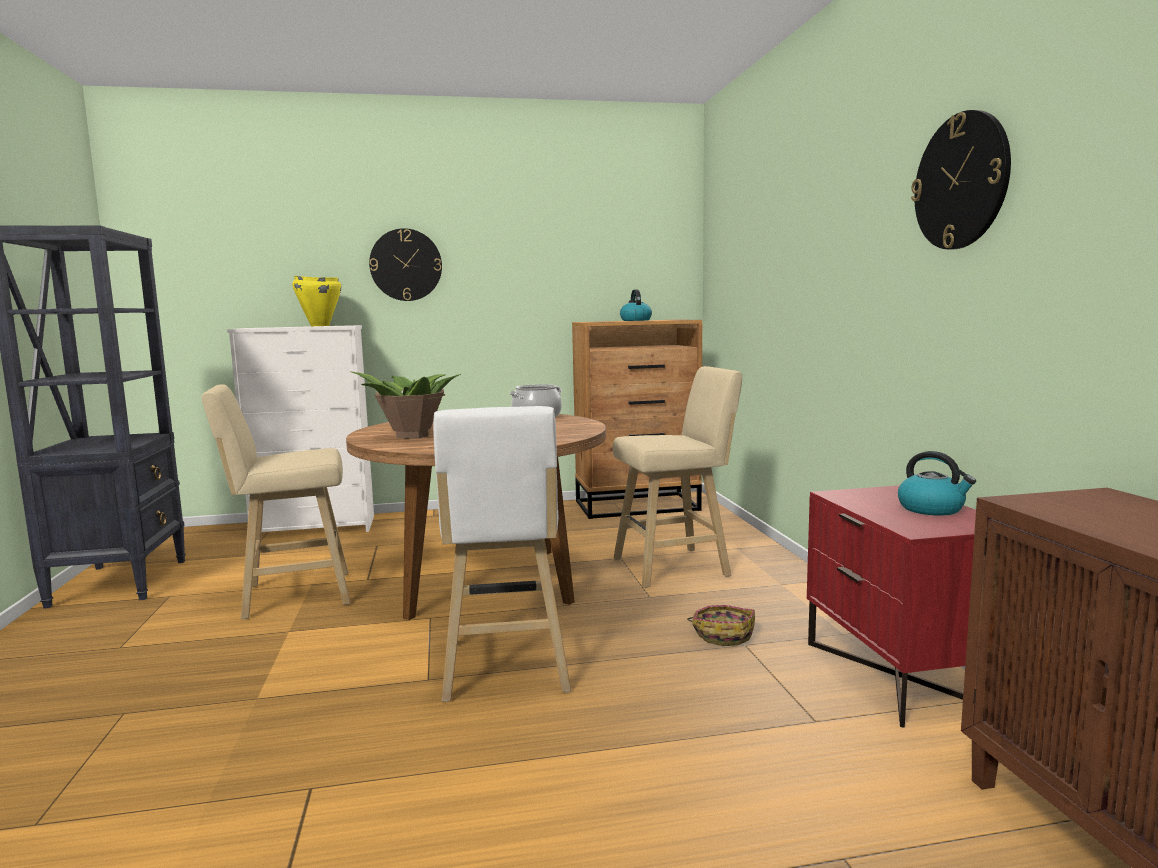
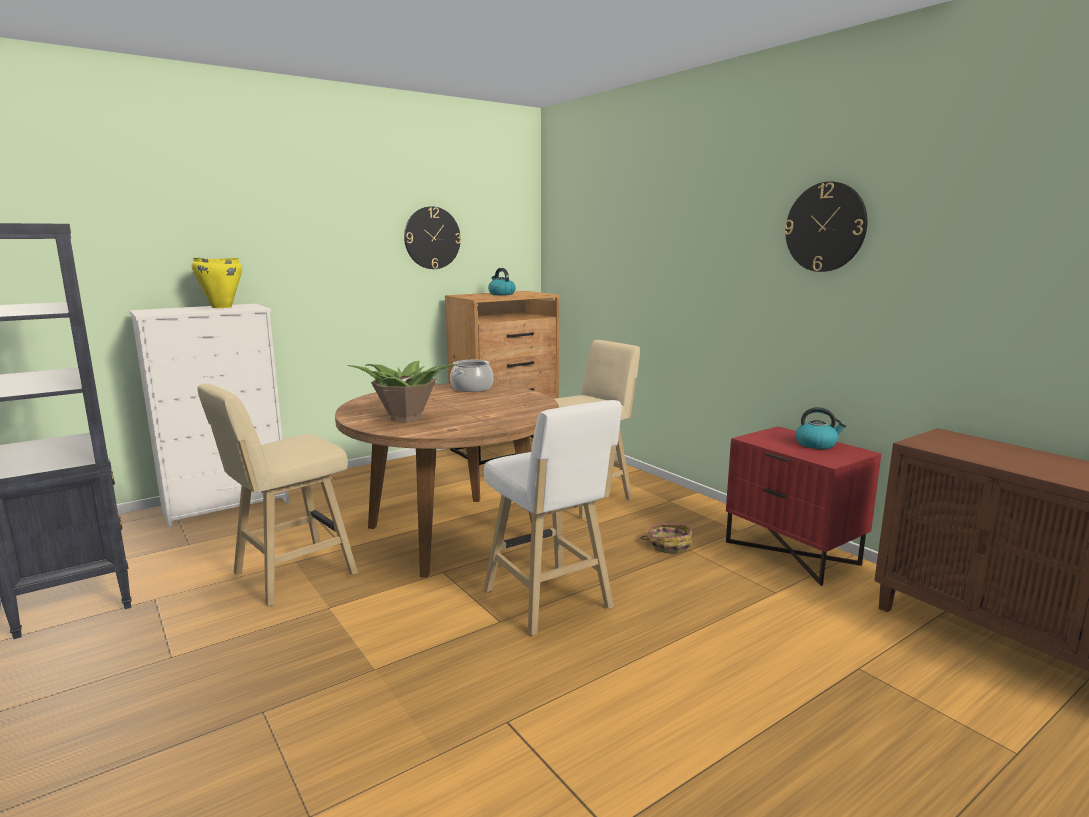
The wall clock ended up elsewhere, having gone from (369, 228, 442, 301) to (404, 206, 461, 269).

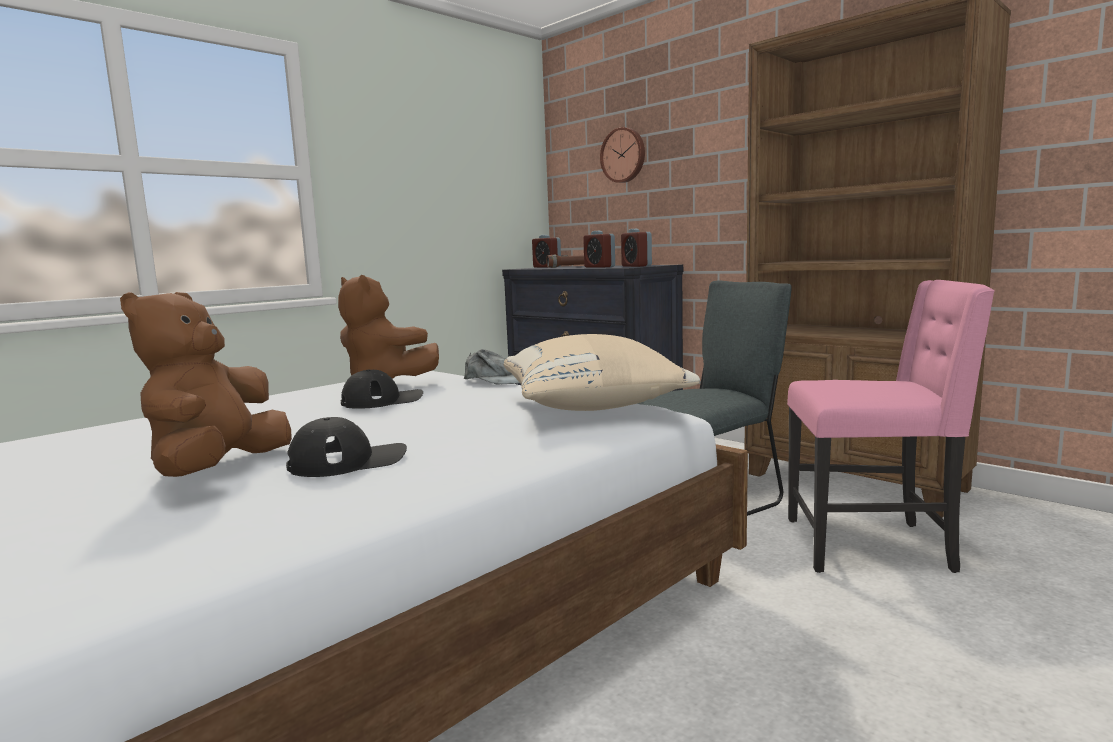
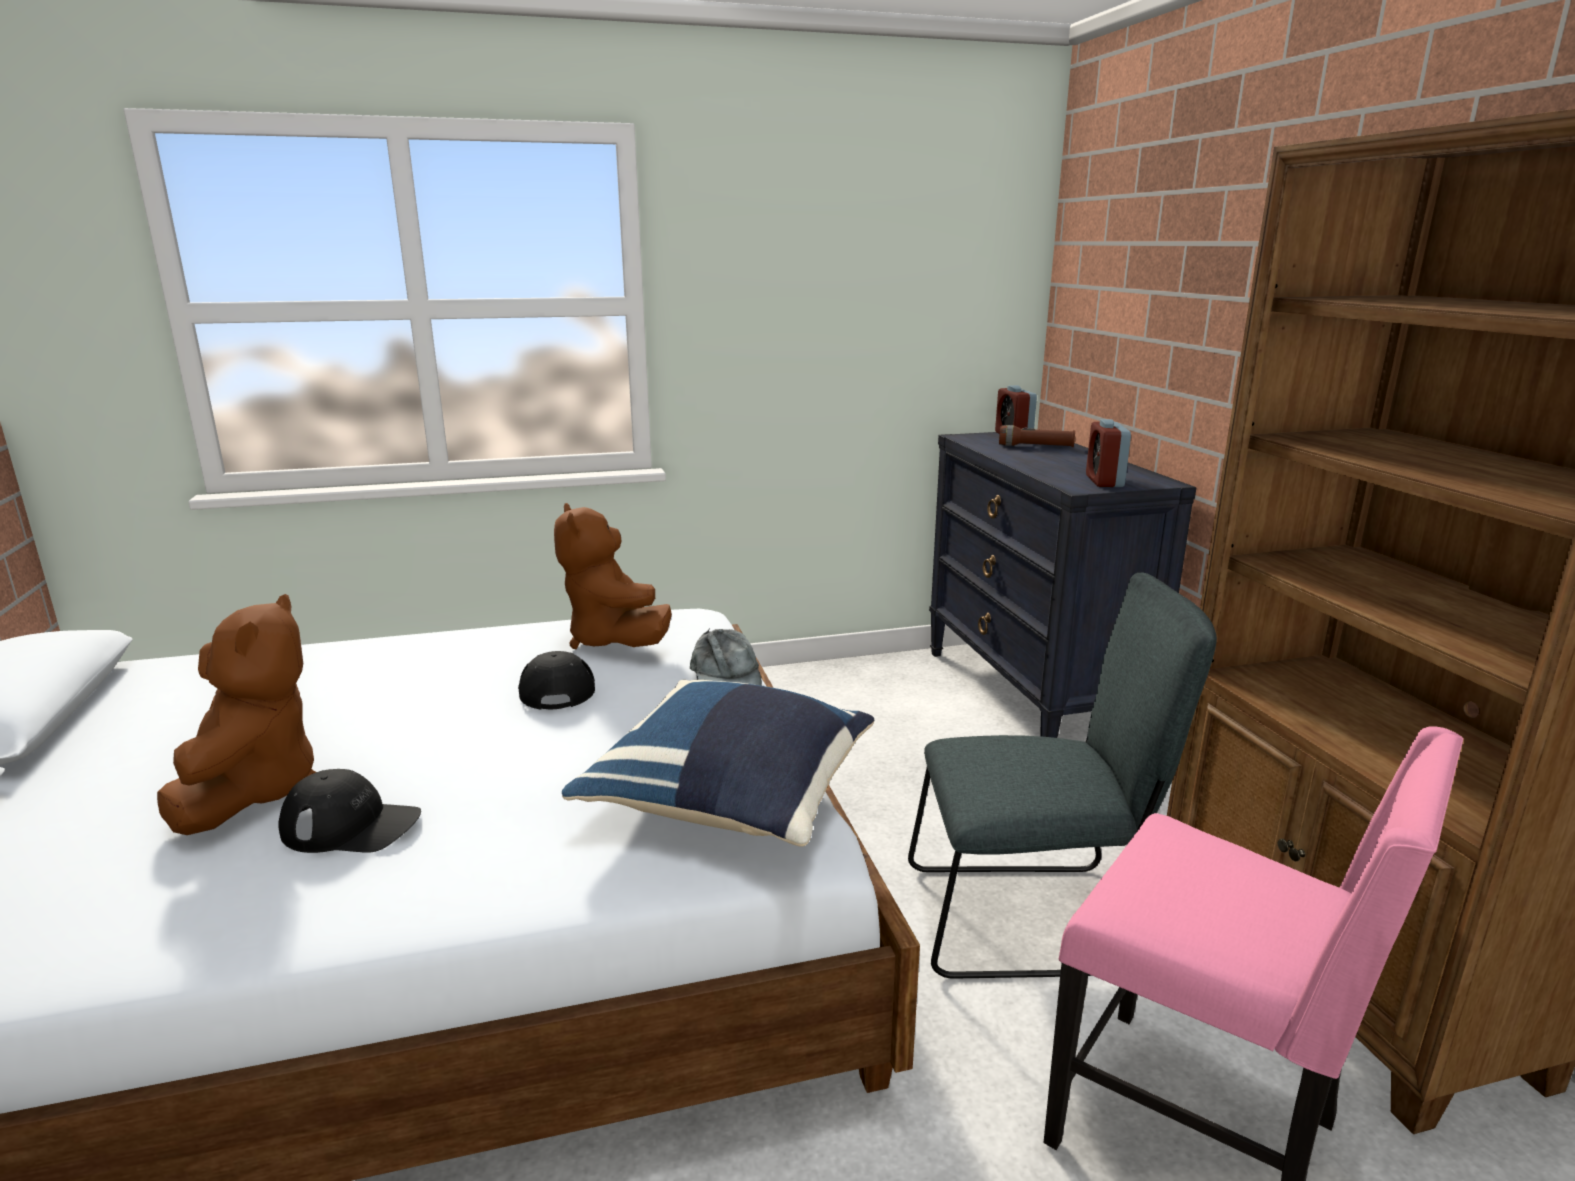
The second view lost the alarm clock at (583, 231, 615, 268).
The second view lost the wall clock at (600, 127, 645, 183).
What was the beige pillow at (504, 334, 700, 411) turned into the blue pillow at (562, 680, 874, 847).
The brown plush toy at (120, 292, 292, 477) ended up facing another way, 135 degrees clockwise from before.
The black cap at (341, 369, 423, 409) ended up facing another way, 105 degrees counterclockwise from before.

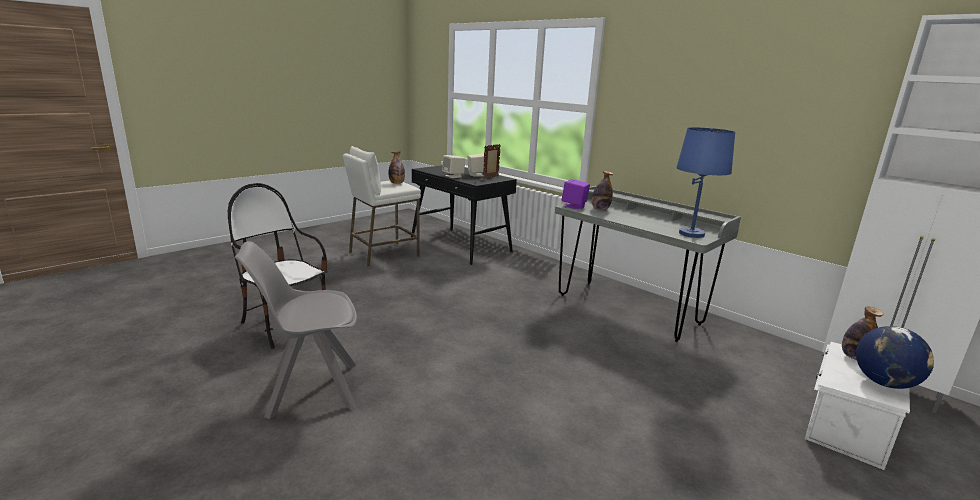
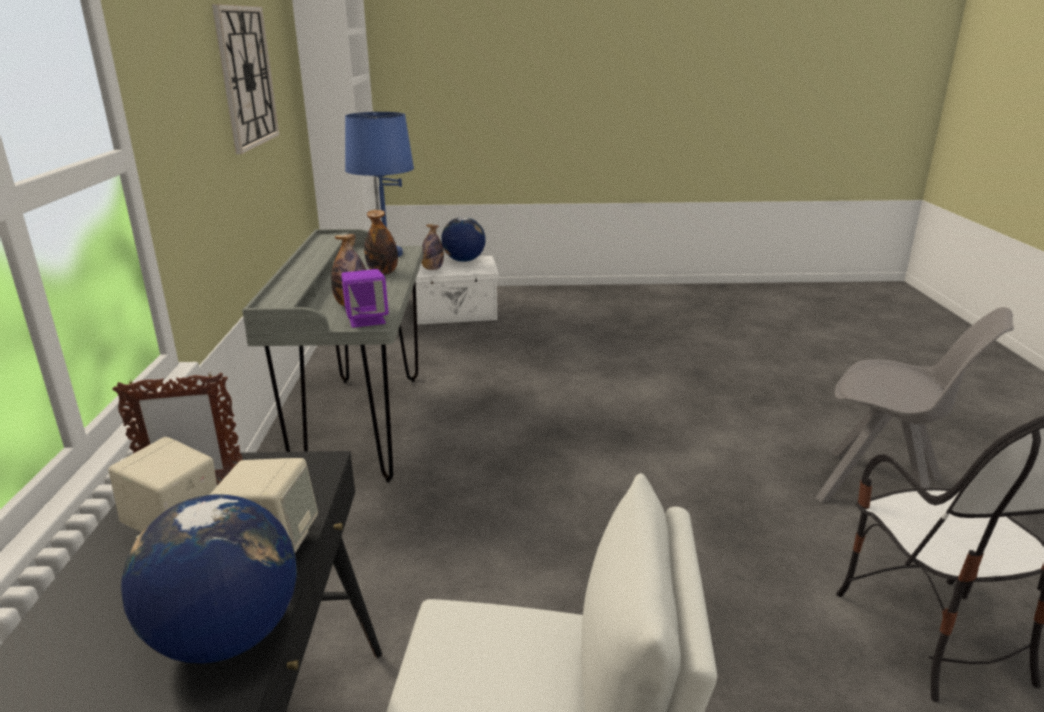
The second view gained the globe at (121, 494, 297, 663).
The second view gained the wall clock at (212, 4, 279, 154).
The bottle ended up elsewhere, having gone from (389, 152, 405, 184) to (364, 210, 398, 275).

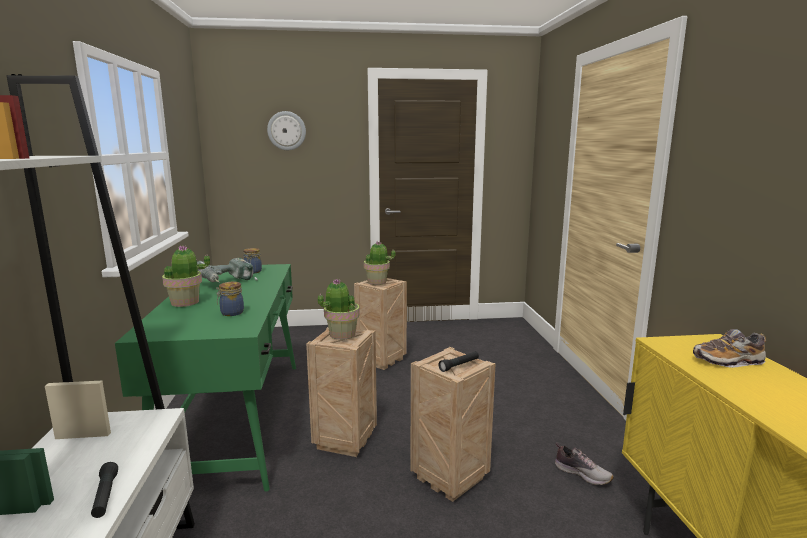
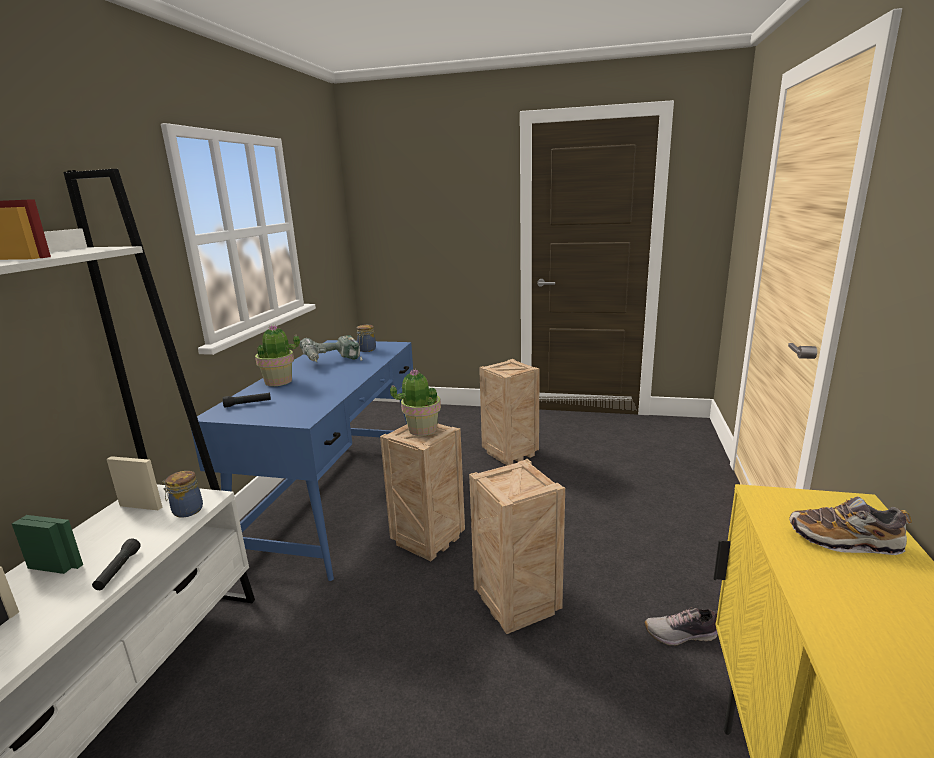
The second view lost the wall clock at (267, 111, 306, 150).
The second view lost the potted plant at (364, 241, 396, 285).
The jar ended up elsewhere, having gone from (216, 282, 244, 316) to (163, 471, 203, 518).
The black flashlight ended up elsewhere, having gone from (438, 351, 479, 372) to (223, 393, 271, 408).
What was the green desk at (115, 264, 296, 491) turned into the blue desk at (191, 340, 413, 581).
The shoe at (555, 443, 614, 485) ended up facing another way, 120 degrees clockwise from before.

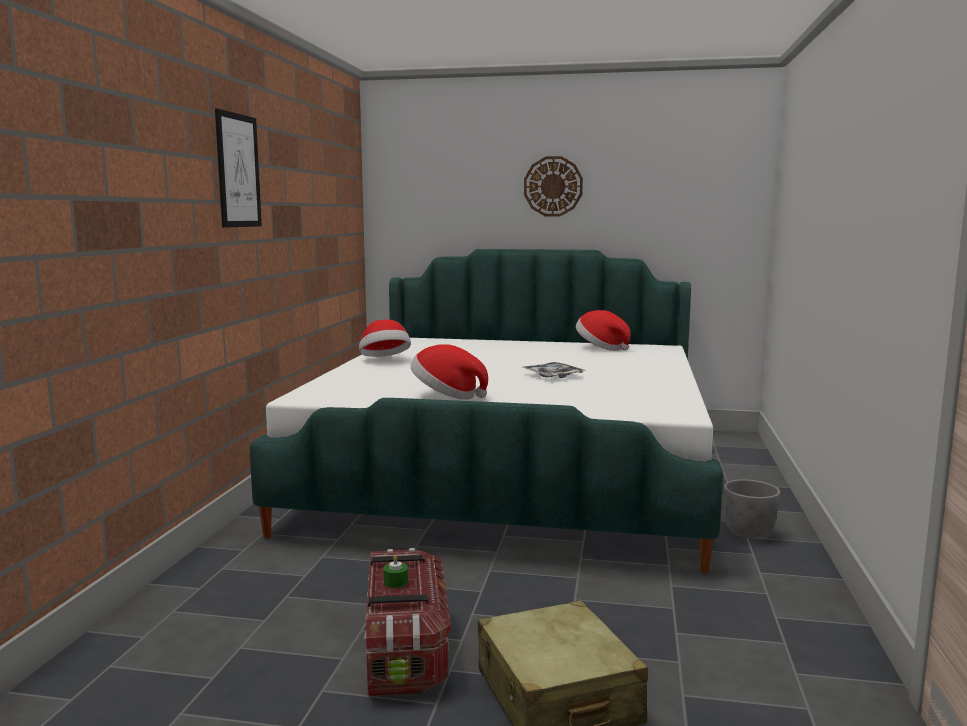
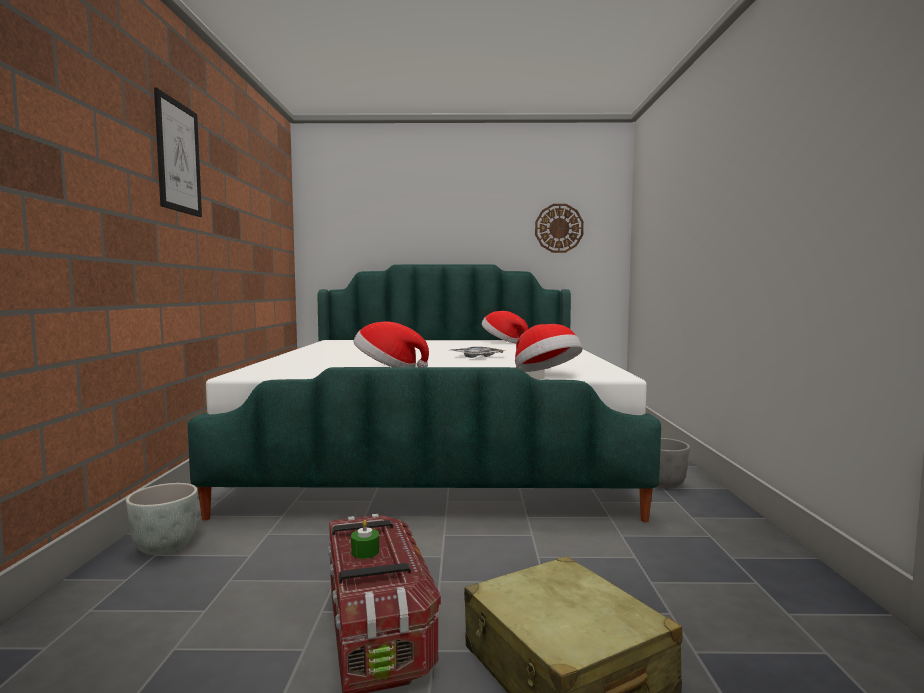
The second view gained the grey planter at (126, 483, 197, 555).
The hat ended up elsewhere, having gone from (359, 320, 411, 357) to (515, 324, 583, 372).
The wall clock ended up elsewhere, having gone from (524, 156, 583, 216) to (535, 204, 584, 253).

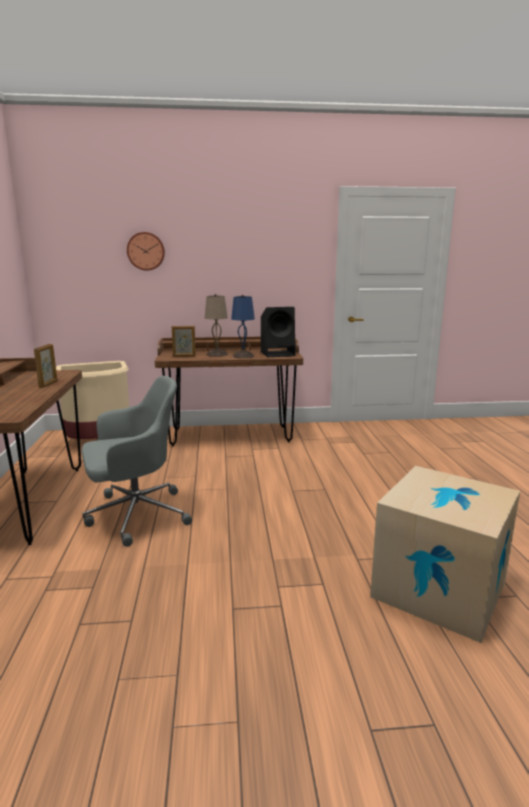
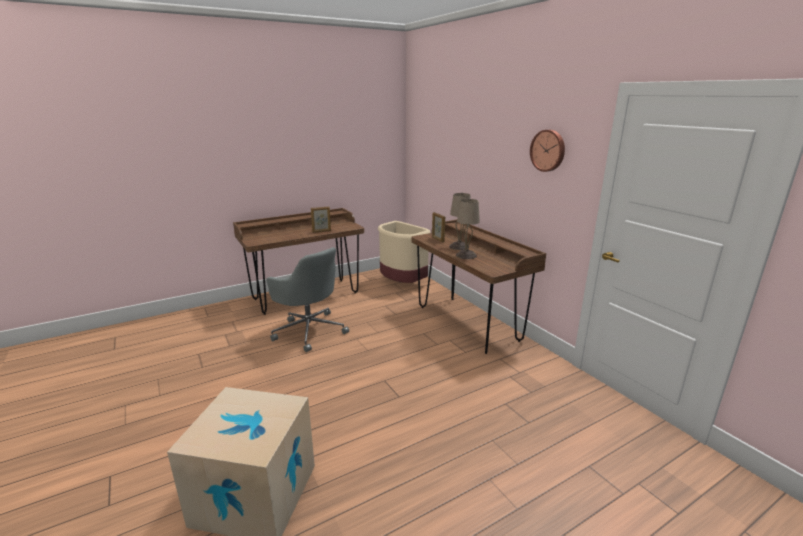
The second view lost the black speaker at (261, 307, 296, 357).
The wall clock ended up elsewhere, having gone from (127, 232, 165, 271) to (530, 130, 565, 172).
What was the blue table lamp at (231, 295, 255, 358) turned into the beige table lamp at (456, 199, 480, 259).

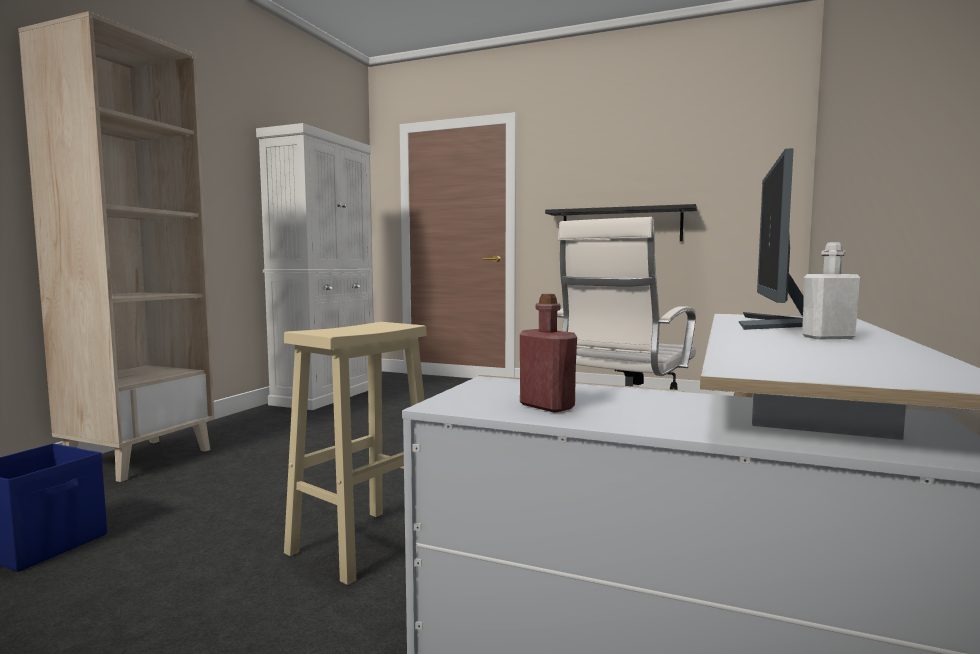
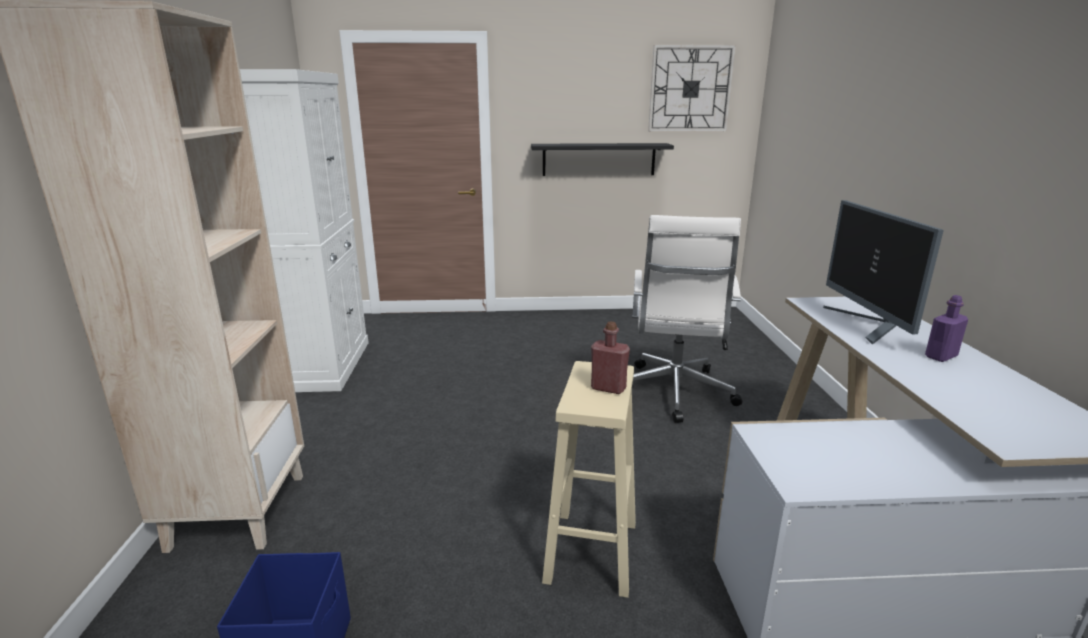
The second view gained the wall clock at (648, 45, 736, 132).
The red bottle ended up elsewhere, having gone from (520, 294, 577, 413) to (591, 321, 630, 394).
What was the white bottle at (802, 242, 861, 339) turned into the purple bottle at (925, 295, 968, 362).

